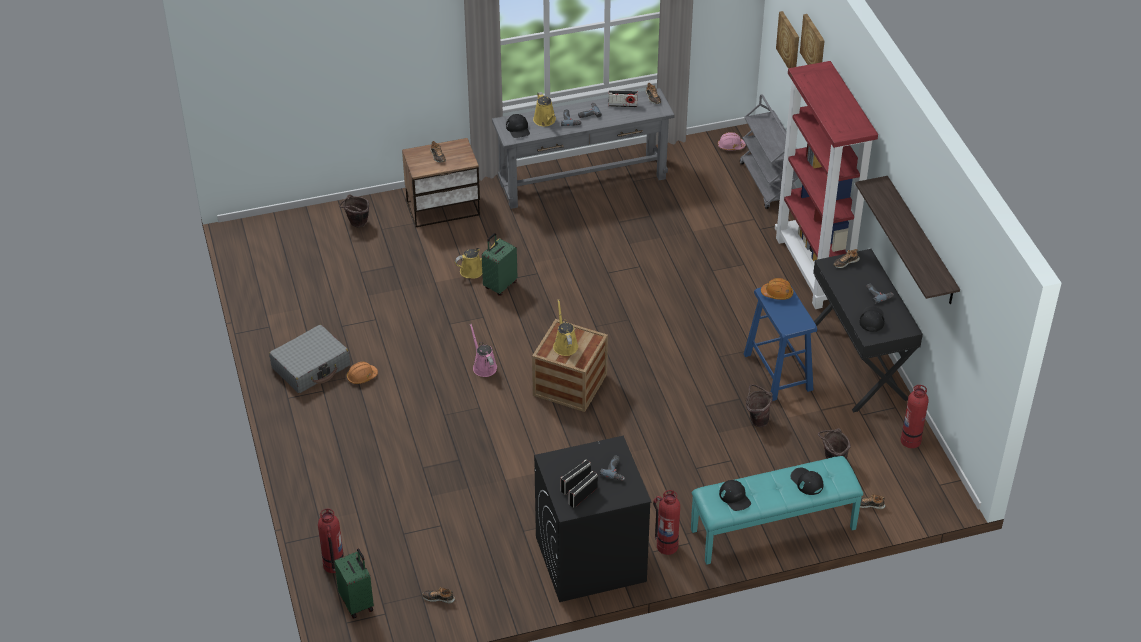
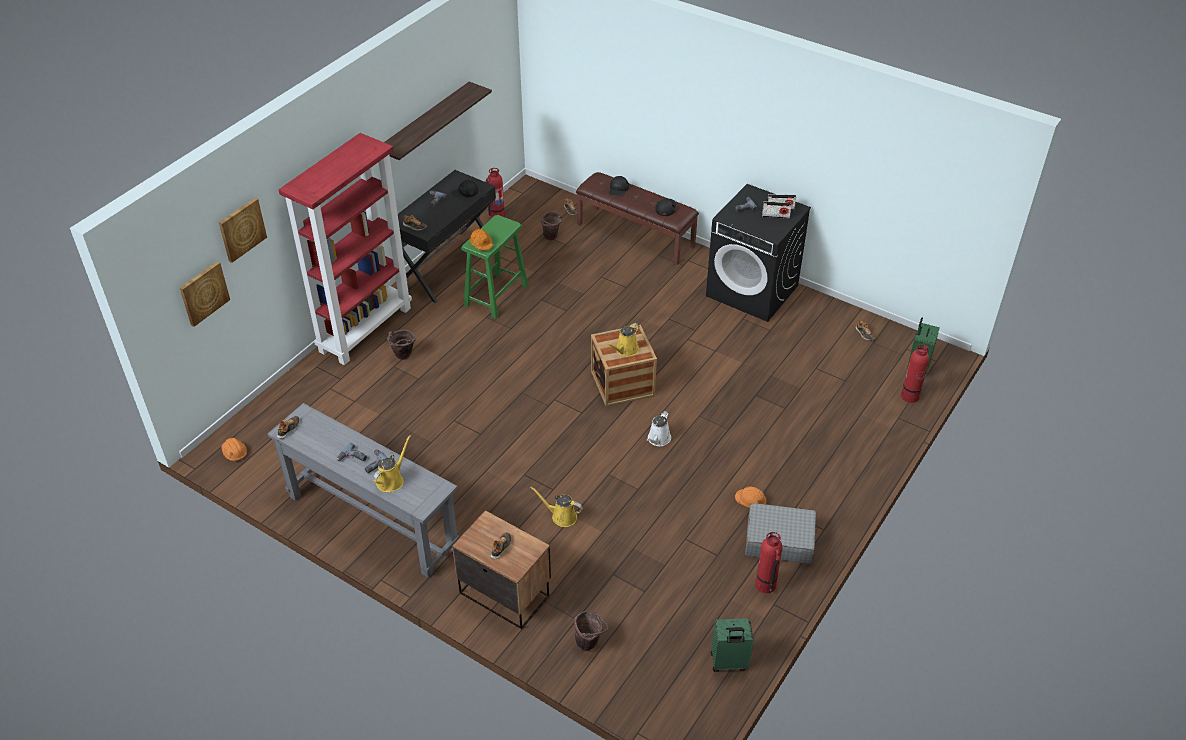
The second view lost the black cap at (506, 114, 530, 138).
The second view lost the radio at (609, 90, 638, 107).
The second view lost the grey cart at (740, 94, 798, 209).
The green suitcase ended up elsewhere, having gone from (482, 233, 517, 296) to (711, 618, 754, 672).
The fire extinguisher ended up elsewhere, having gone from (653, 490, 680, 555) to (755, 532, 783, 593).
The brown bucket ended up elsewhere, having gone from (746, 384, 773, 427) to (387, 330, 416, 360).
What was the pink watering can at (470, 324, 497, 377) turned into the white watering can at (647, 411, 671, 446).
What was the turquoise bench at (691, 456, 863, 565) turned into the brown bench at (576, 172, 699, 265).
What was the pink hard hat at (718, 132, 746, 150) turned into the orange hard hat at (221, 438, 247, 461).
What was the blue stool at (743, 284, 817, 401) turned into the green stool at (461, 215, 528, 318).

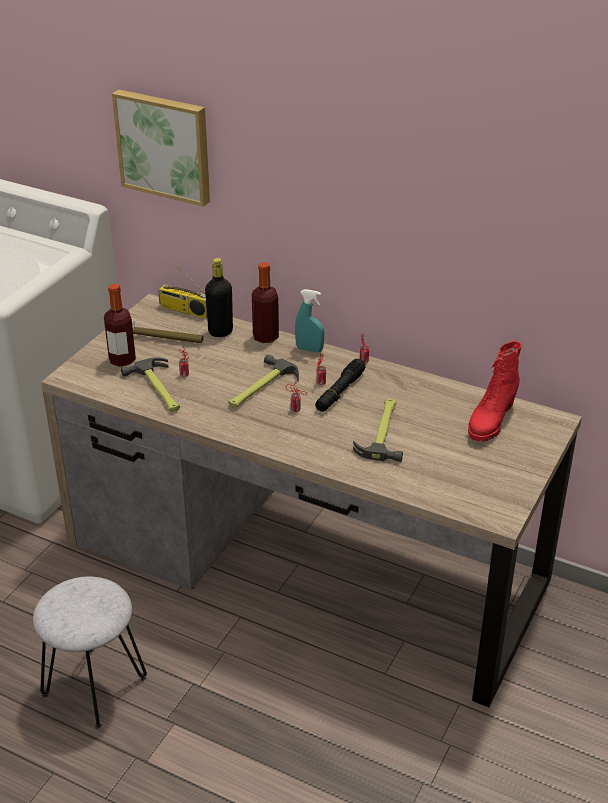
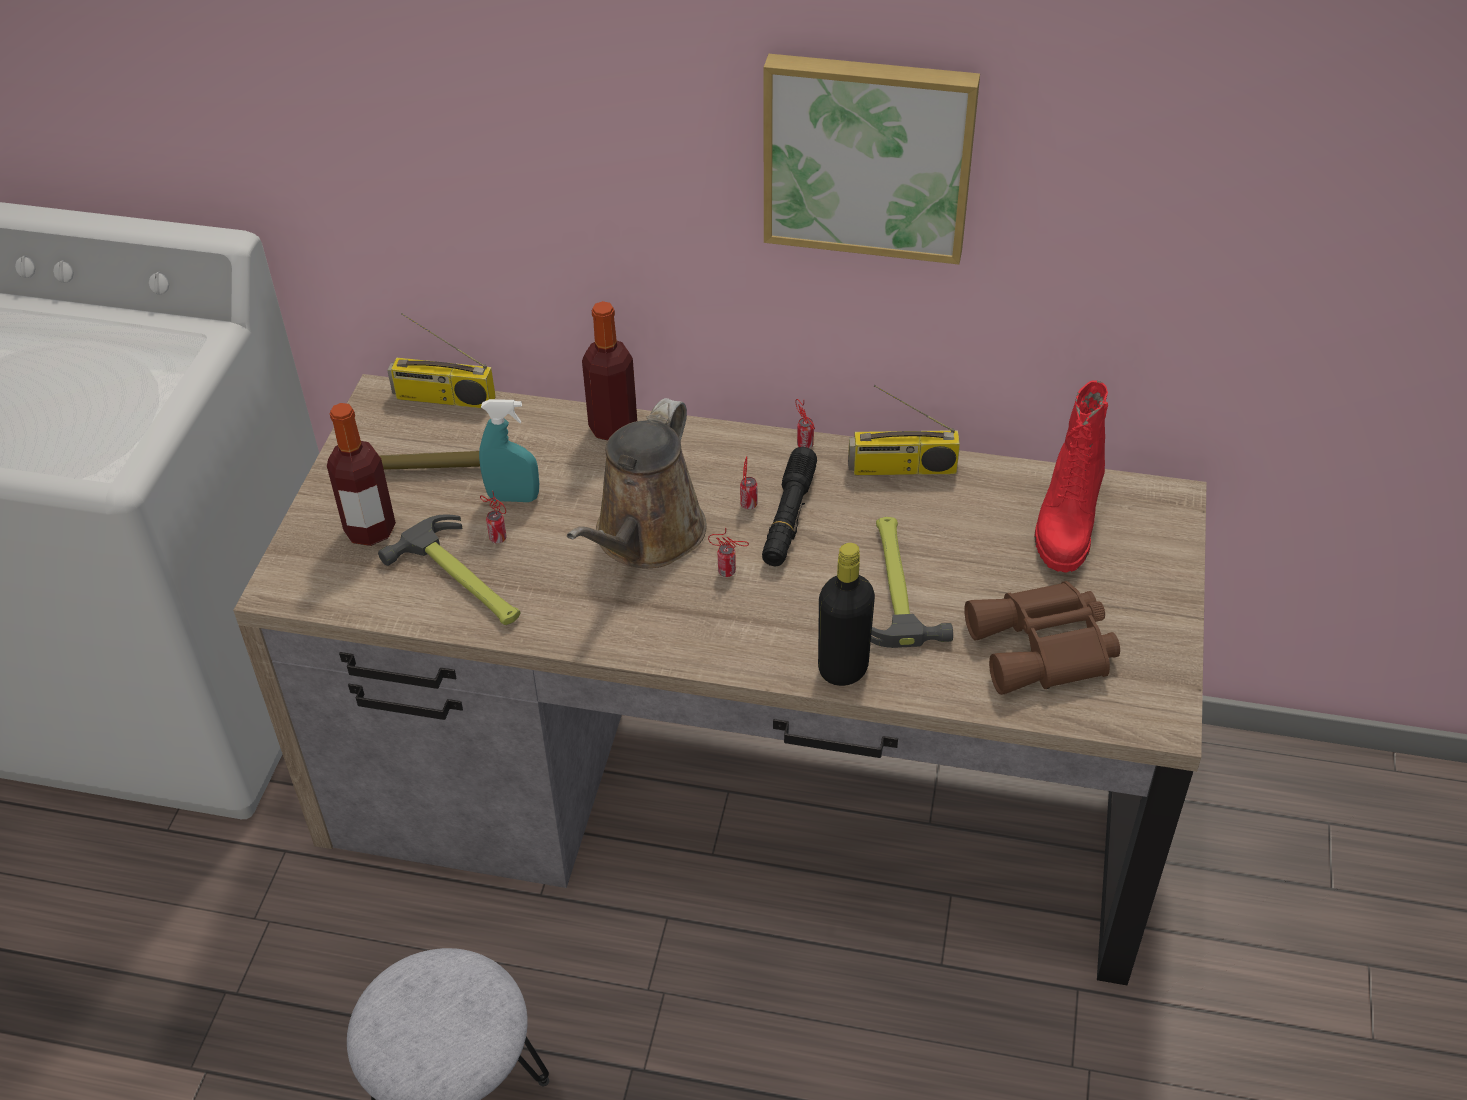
The second view gained the radio at (848, 385, 960, 475).
The second view gained the brown binoculars at (964, 581, 1120, 695).
The picture ended up elsewhere, having gone from (112, 90, 210, 207) to (764, 54, 980, 265).
The black bottle ended up elsewhere, having gone from (205, 258, 233, 337) to (818, 543, 875, 686).
The turquoise spray bottle ended up elsewhere, having gone from (295, 289, 325, 352) to (479, 399, 539, 502).
Where the hammer stood at (228, 354, 299, 408), the brown watering can came to stand at (567, 398, 707, 568).

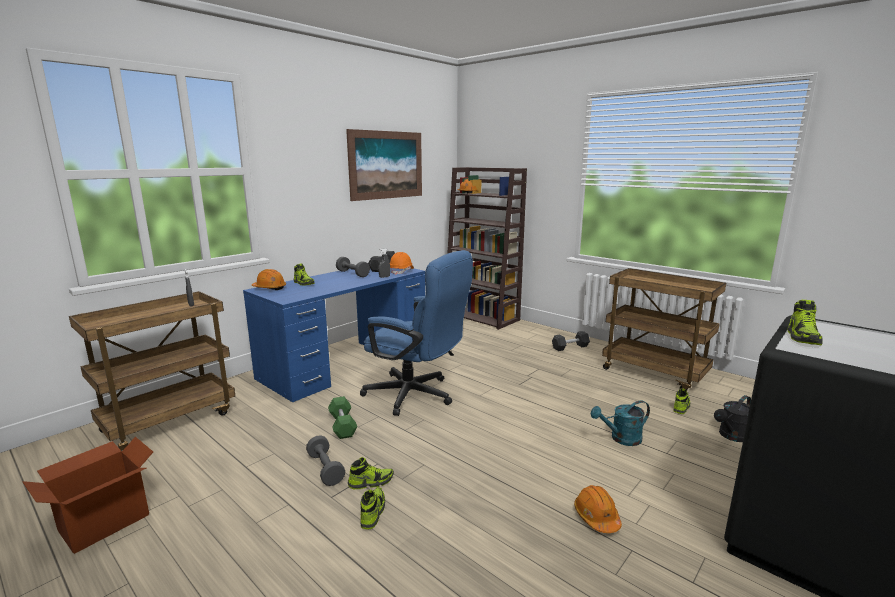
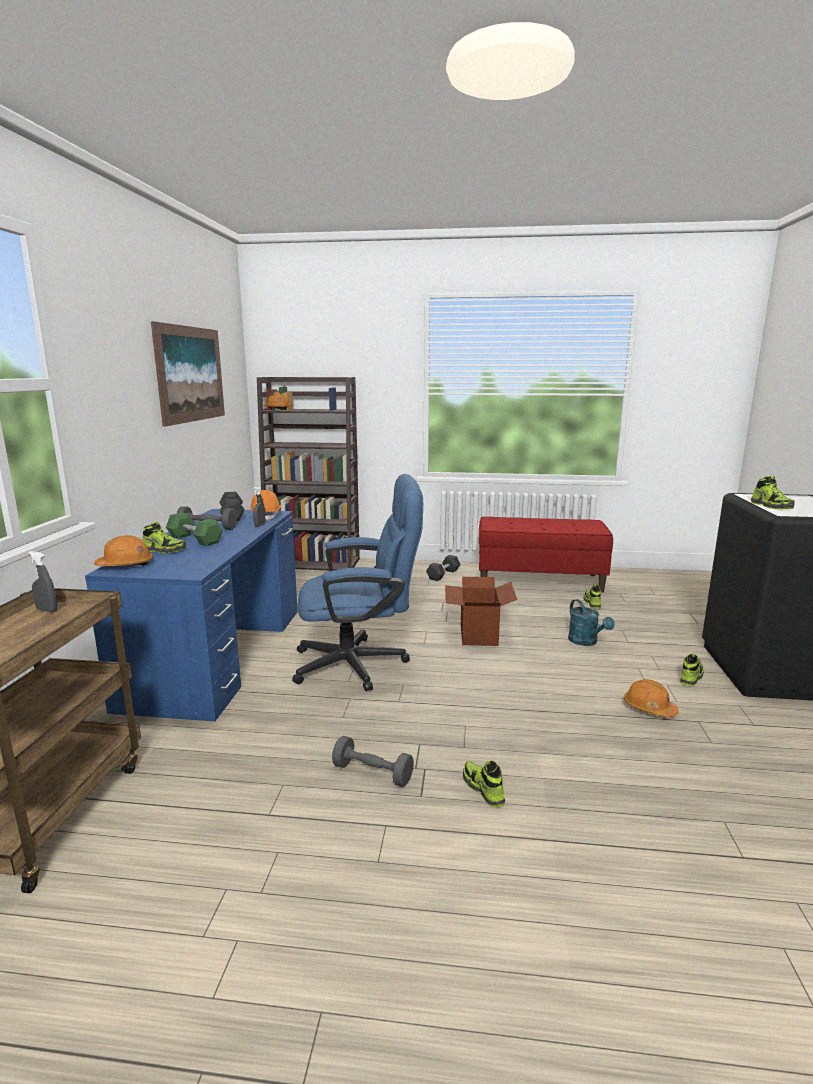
The second view lost the black watering can at (714, 395, 751, 442).
The cardboard box ended up elsewhere, having gone from (22, 437, 153, 554) to (445, 577, 517, 646).
The green dumbbell ended up elsewhere, having gone from (328, 396, 357, 439) to (166, 513, 223, 546).
The shoe ended up elsewhere, having gone from (348, 457, 394, 489) to (680, 654, 704, 686).
Where the brown cart stood at (602, 268, 726, 391), the red bench came to stand at (479, 517, 613, 592).
The turquoise watering can at (591, 401, 650, 446) ended up facing another way, 60 degrees counterclockwise from before.

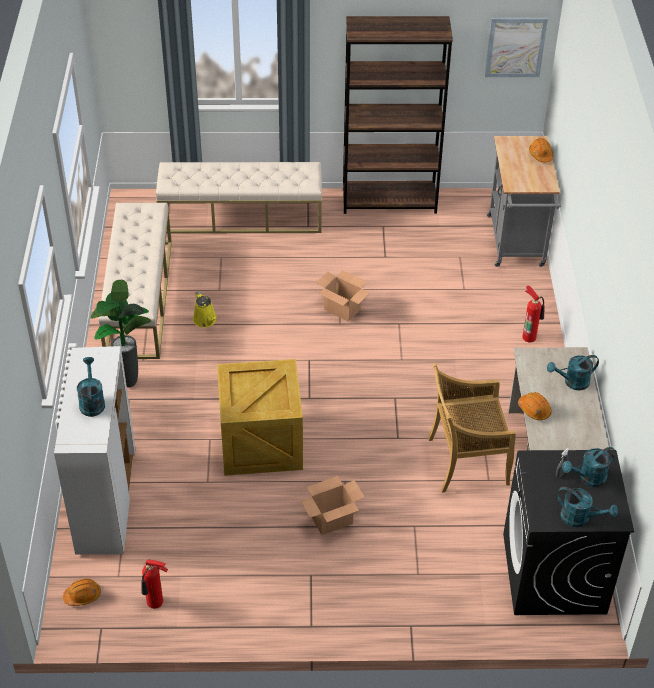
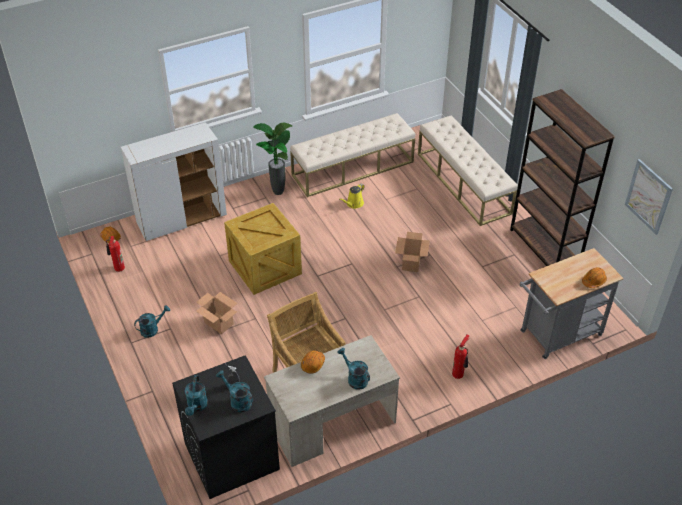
The turquoise watering can ended up elsewhere, having gone from (77, 357, 105, 417) to (134, 305, 170, 338).

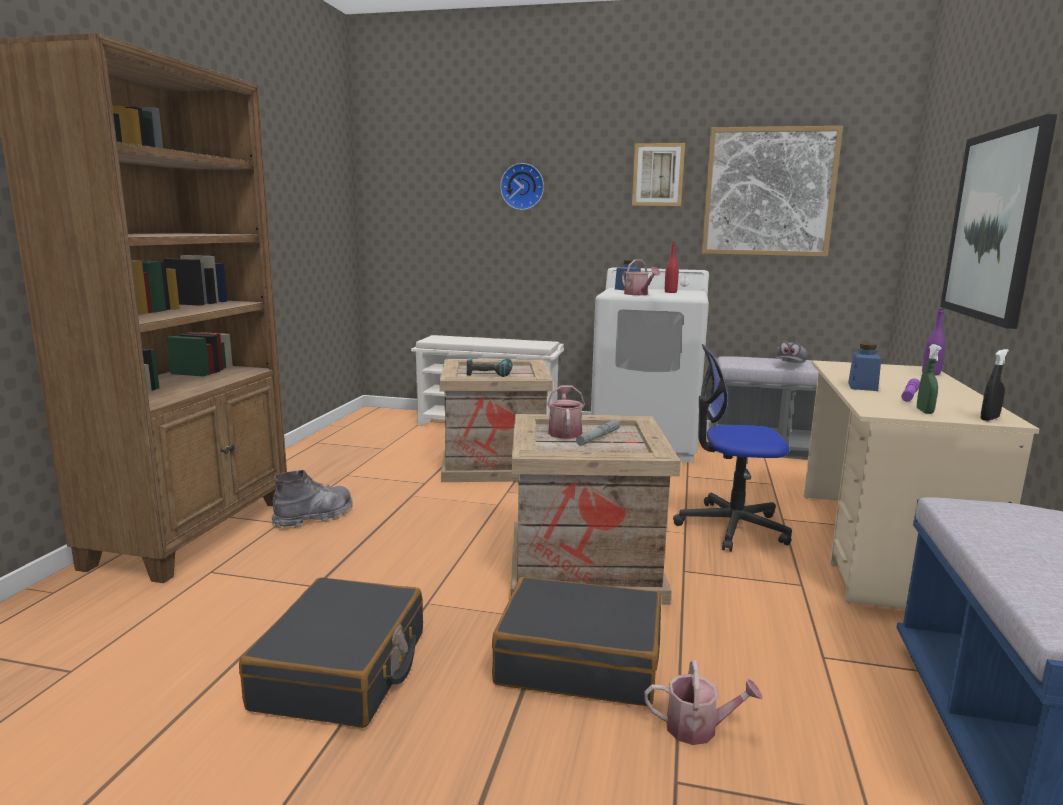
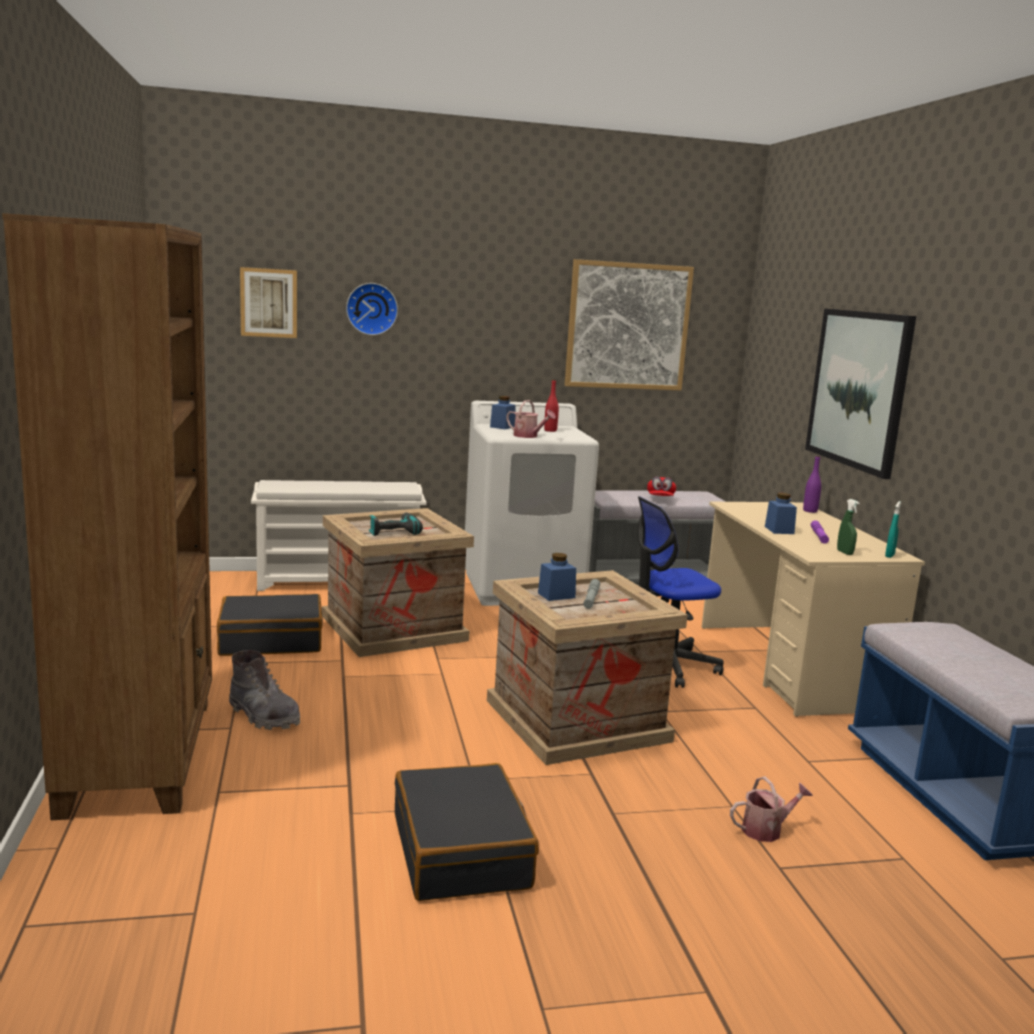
The black suitcase ended up elsewhere, having gone from (492, 577, 661, 706) to (217, 594, 323, 656).
The picture ended up elsewhere, having gone from (632, 143, 685, 206) to (240, 267, 297, 338).
Where the watering can stood at (547, 385, 585, 439), the blue jar came to stand at (538, 553, 576, 601).
What was the grey cap at (776, 341, 807, 363) turned into the red cap at (647, 477, 676, 496).
What was the black spray bottle at (981, 349, 1009, 421) turned into the turquoise spray bottle at (885, 501, 901, 558).
The grey boot at (271, 470, 353, 529) ended up facing another way, 105 degrees clockwise from before.

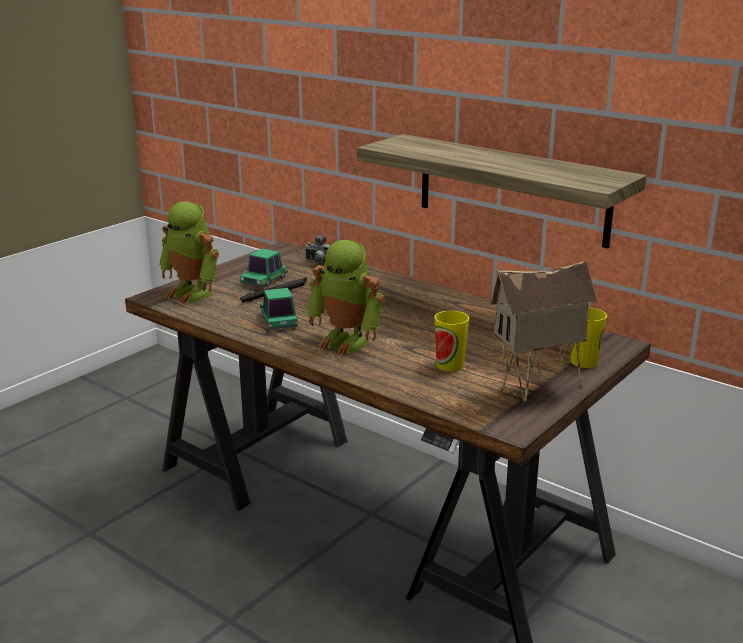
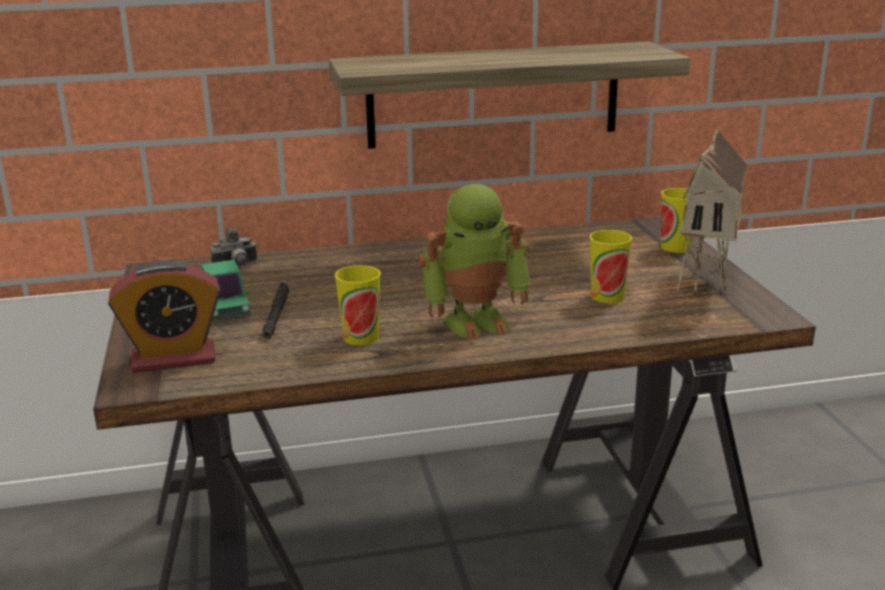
Where the toy robot stood at (159, 201, 219, 304), the alarm clock came to stand at (108, 260, 220, 373).
Where the toy car stood at (260, 288, 298, 330), the cup came to stand at (335, 265, 380, 345).

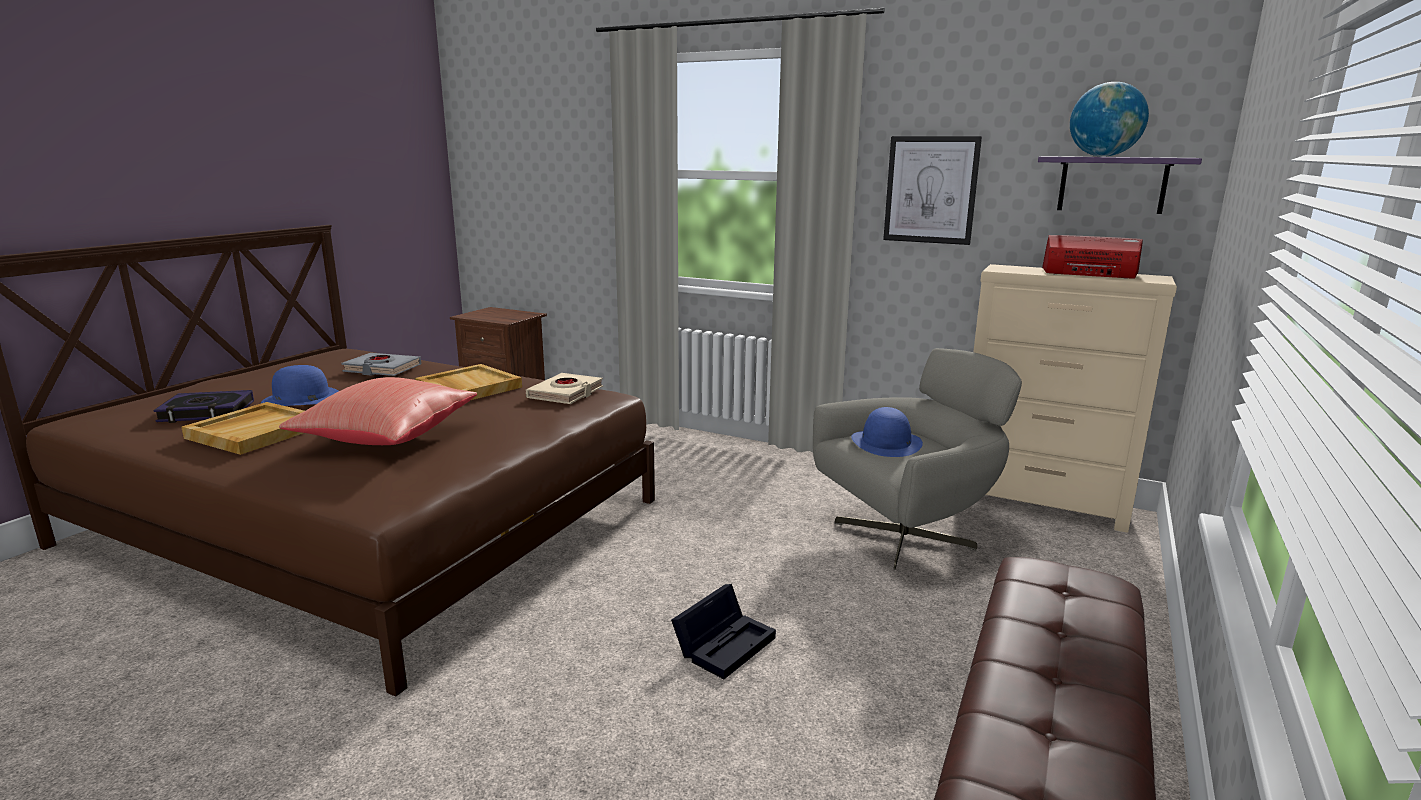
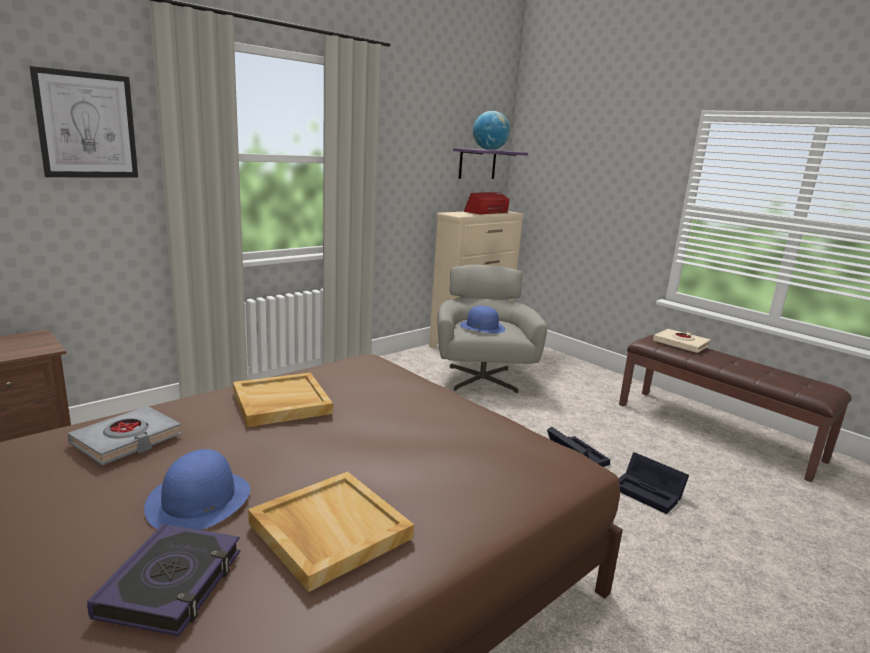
The second view lost the red pillow at (279, 377, 477, 445).
The second view gained the black storage box at (618, 452, 689, 514).
The beige book ended up elsewhere, having gone from (526, 373, 603, 404) to (653, 329, 711, 353).
The picture ended up elsewhere, having gone from (883, 136, 982, 245) to (30, 66, 138, 178).

